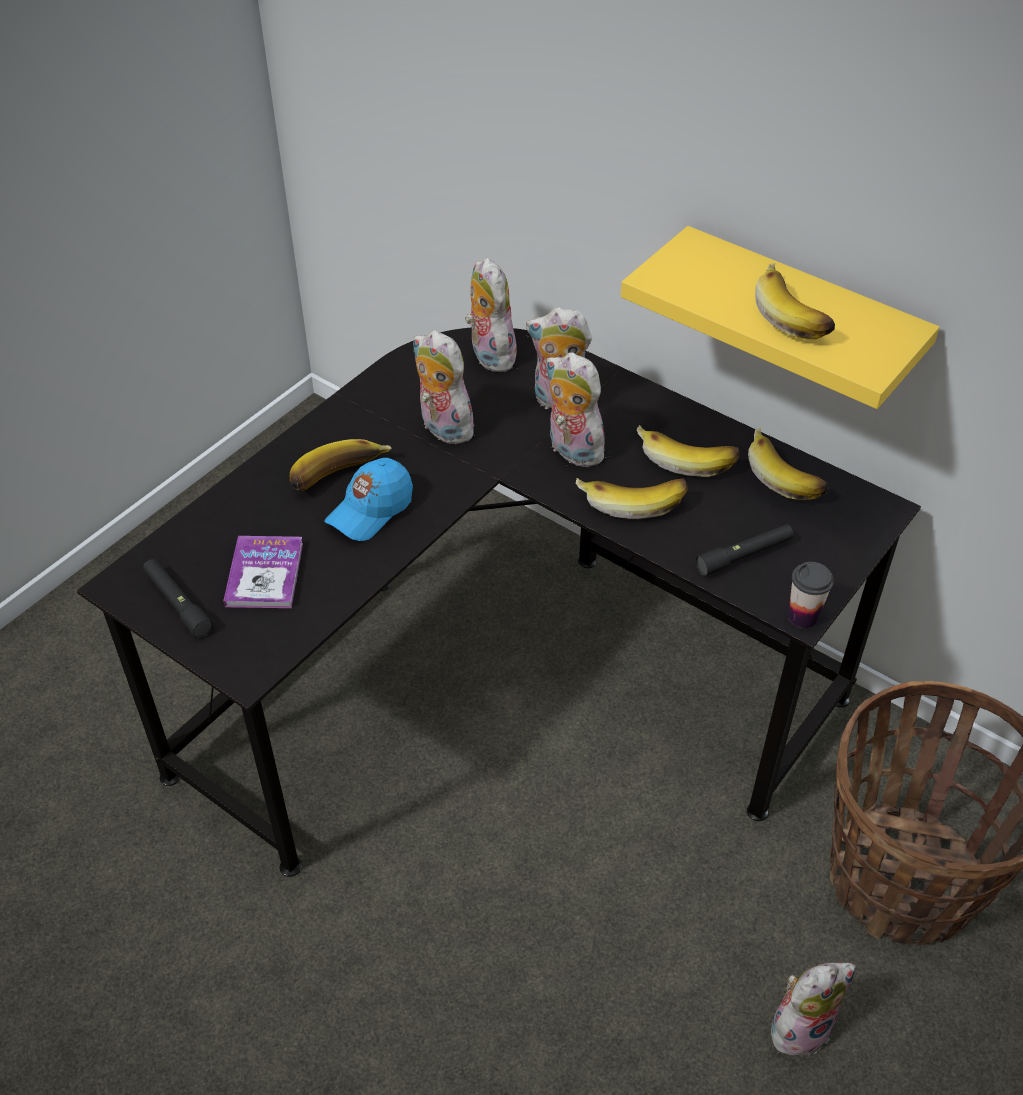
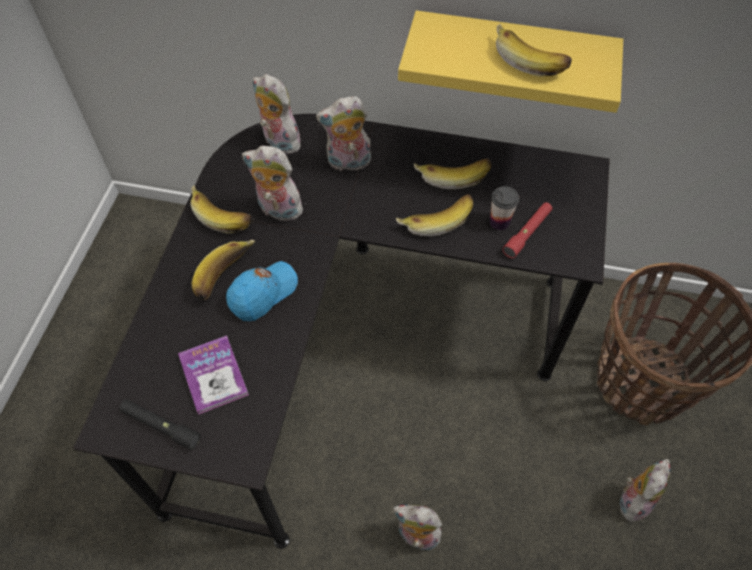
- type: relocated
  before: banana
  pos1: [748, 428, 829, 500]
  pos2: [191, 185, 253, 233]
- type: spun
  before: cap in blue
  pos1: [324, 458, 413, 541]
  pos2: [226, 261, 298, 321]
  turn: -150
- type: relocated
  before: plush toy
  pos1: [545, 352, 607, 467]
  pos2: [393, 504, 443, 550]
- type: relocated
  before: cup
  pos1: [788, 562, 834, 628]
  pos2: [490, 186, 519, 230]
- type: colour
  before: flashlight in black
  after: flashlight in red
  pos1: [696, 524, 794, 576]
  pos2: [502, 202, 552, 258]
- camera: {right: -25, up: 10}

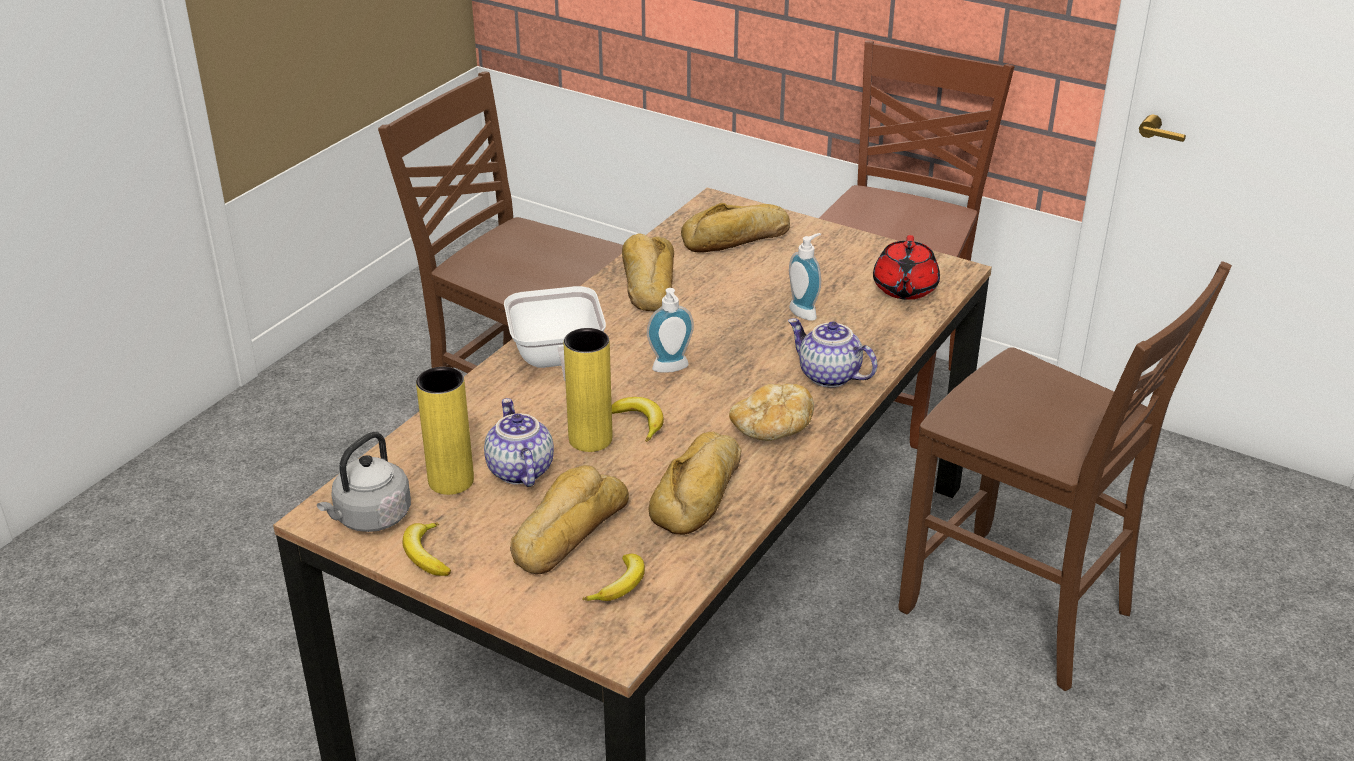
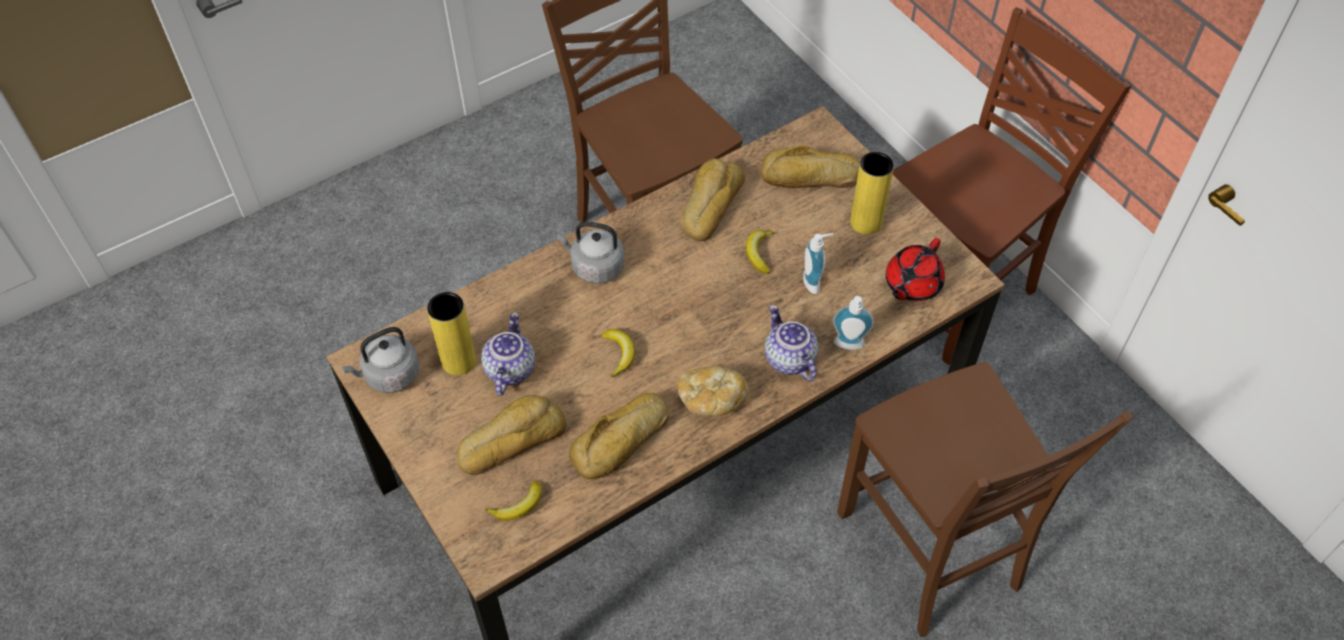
- type: exchanged
  before: frying pan
  after: kettle in grey
  pos1: [504, 286, 606, 382]
  pos2: [557, 222, 624, 284]
- type: relocated
  before: banana
  pos1: [403, 522, 451, 576]
  pos2: [746, 230, 775, 274]
- type: relocated
  before: soap dispenser
  pos1: [647, 288, 694, 373]
  pos2: [833, 296, 874, 350]
- type: relocated
  before: vase in yellow
  pos1: [564, 328, 612, 452]
  pos2: [850, 152, 894, 235]
- camera: {right: 25, up: 20}

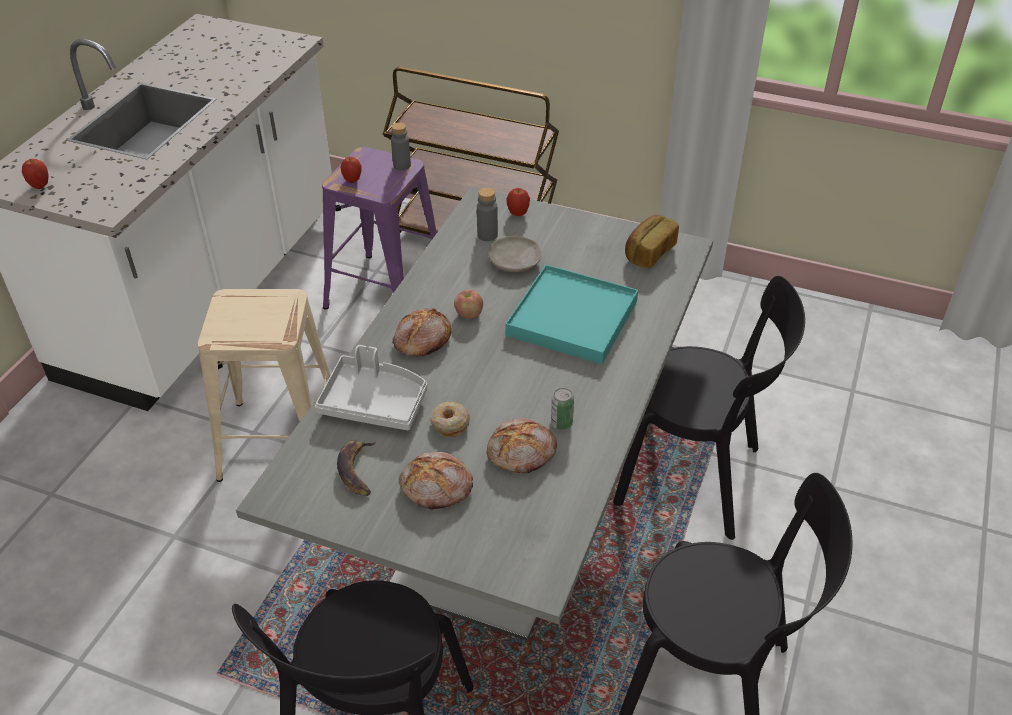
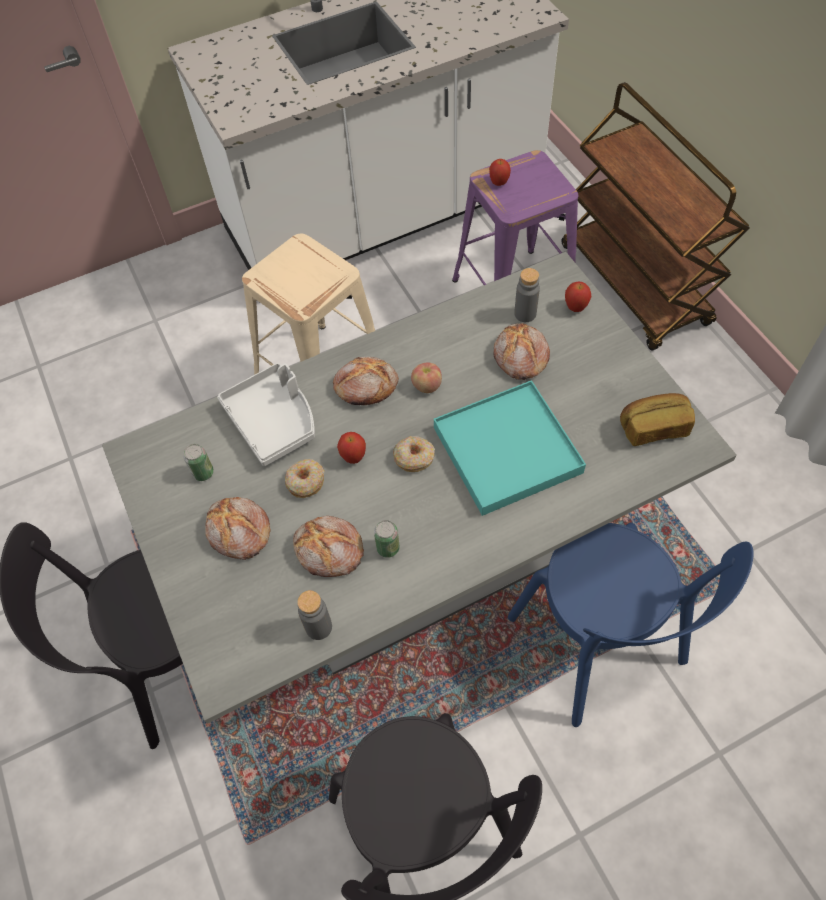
- type: exchanged
  before: banana
  after: can
  pos1: [337, 440, 376, 496]
  pos2: [183, 444, 214, 481]
- type: relocated
  before: bottle in grey
  pos1: [391, 122, 411, 170]
  pos2: [297, 590, 332, 640]
- type: relocated
  before: apple
  pos1: [22, 159, 48, 189]
  pos2: [337, 432, 366, 464]
- type: appeared
  after: donut
  pos2: [393, 436, 435, 472]
- type: exchanged
  before: plate in beige
  after: bread
  pos1: [488, 236, 542, 272]
  pos2: [493, 323, 550, 380]
- type: colour
  before: chair in black
  after: chair in blue
  pos1: [613, 276, 805, 540]
  pos2: [508, 522, 753, 727]
- camera: {right: 45, up: 15}

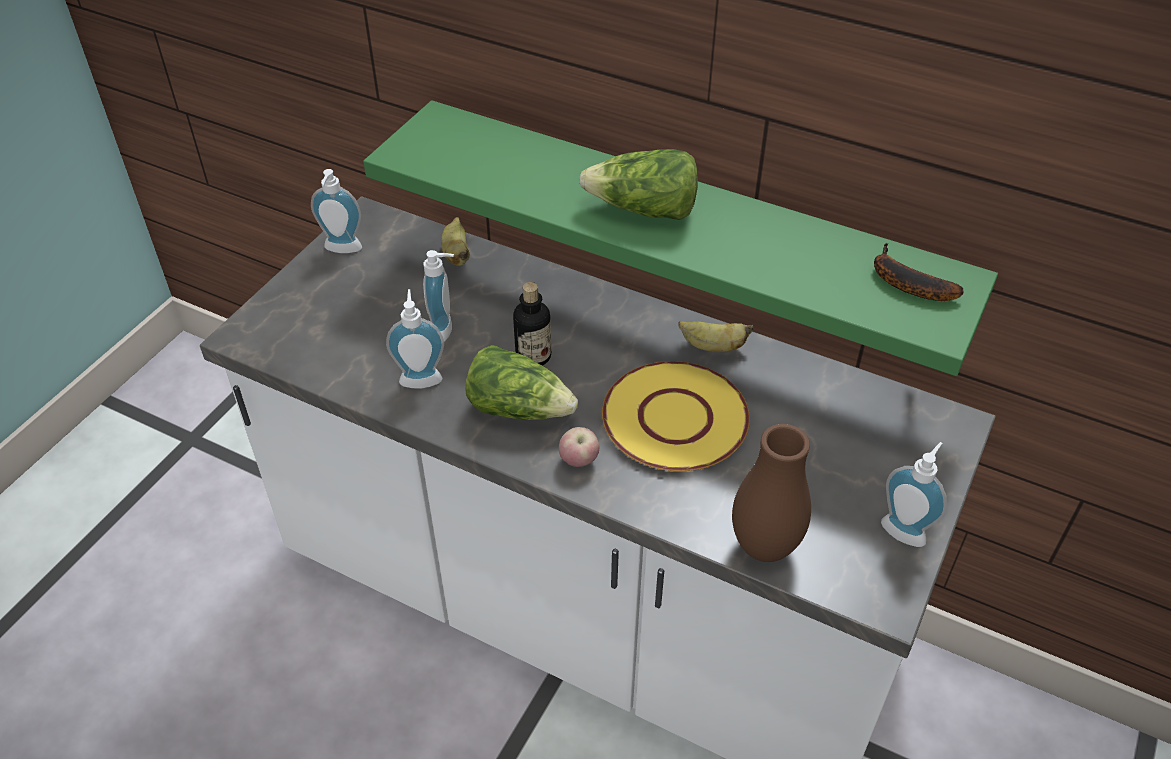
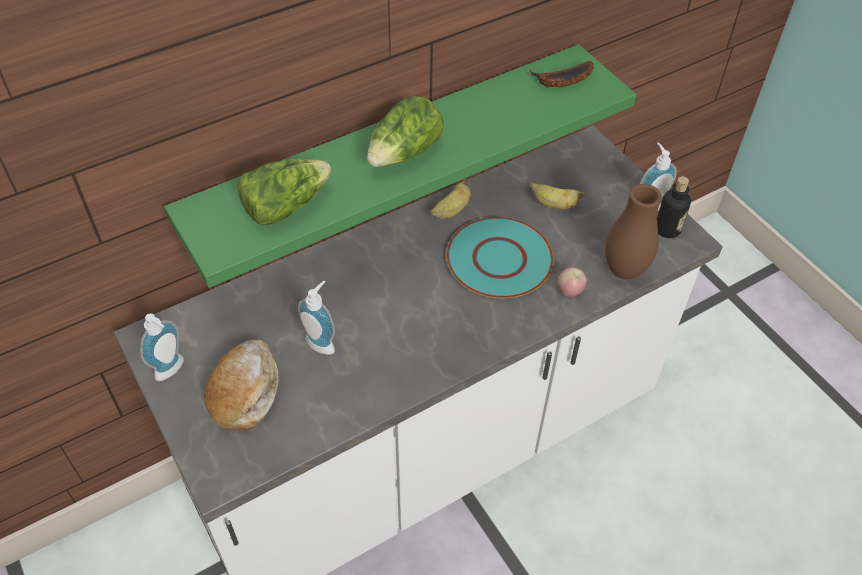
- type: appeared
  after: bread
  pos2: [204, 340, 279, 431]
- type: relocated
  before: lettuce
  pos1: [465, 345, 578, 420]
  pos2: [237, 159, 331, 225]
- type: colour
  before: plate in yellow
  after: plate in turquoise
  pos1: [602, 361, 750, 471]
  pos2: [446, 217, 554, 299]
- type: relocated
  before: banana
  pos1: [441, 217, 470, 266]
  pos2: [531, 183, 585, 209]
- type: relocated
  before: apple
  pos1: [559, 427, 599, 467]
  pos2: [557, 267, 587, 297]
- type: relocated
  before: bottle
  pos1: [513, 282, 551, 366]
  pos2: [657, 176, 691, 238]
- type: missing
  before: soap dispenser
  pos1: [386, 289, 444, 389]
- camera: {right: -60, up: 5}

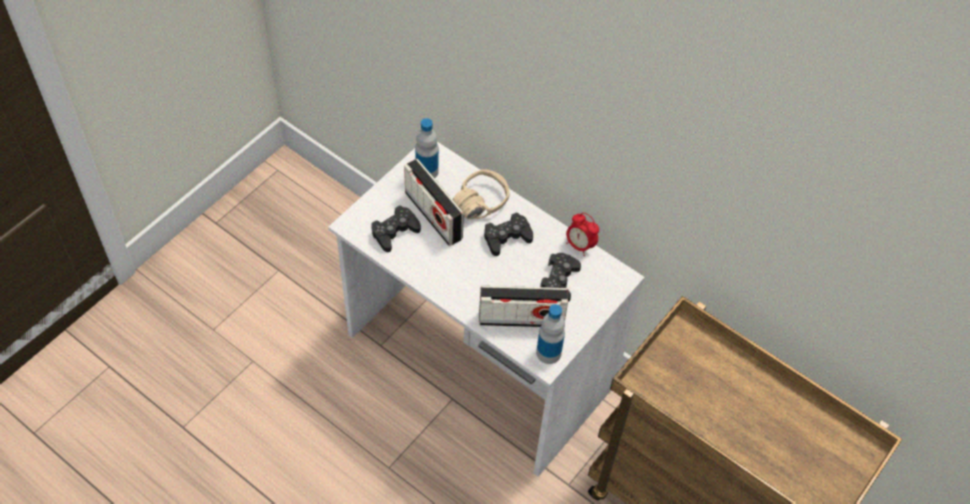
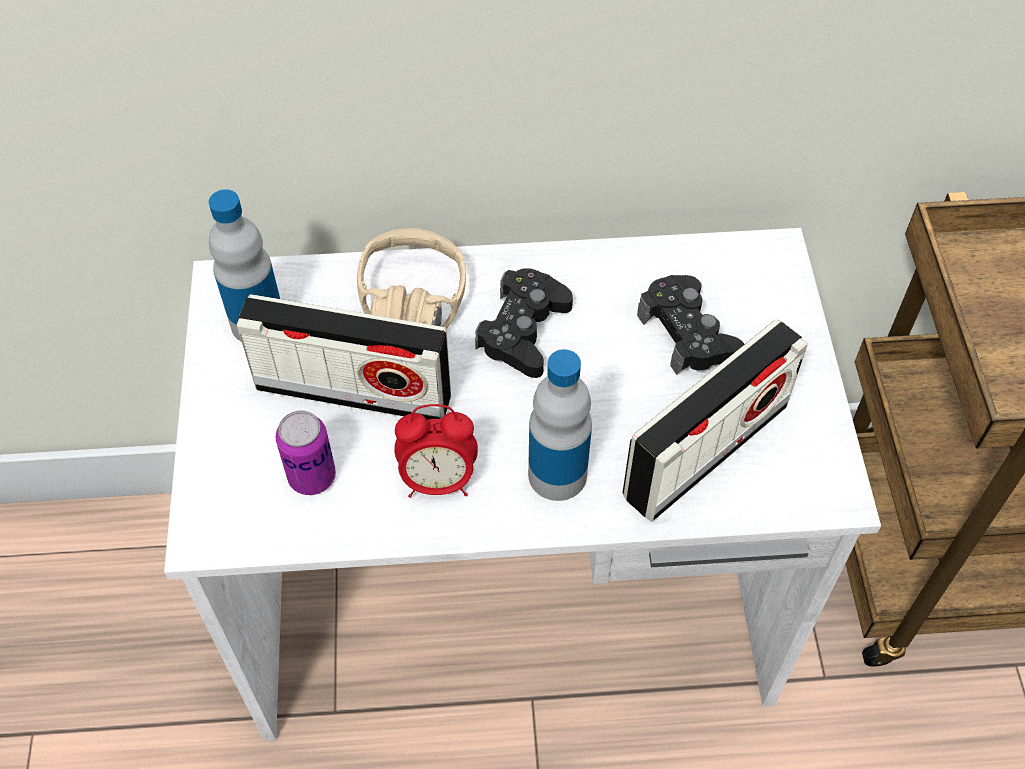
- type: exchanged
  before: game controller in black
  after: can
  pos1: [371, 206, 421, 252]
  pos2: [276, 411, 336, 495]
- type: relocated
  before: alarm clock
  pos1: [566, 213, 599, 256]
  pos2: [394, 404, 478, 498]
- type: relocated
  before: bottle
  pos1: [536, 304, 565, 364]
  pos2: [528, 349, 592, 501]
- camera: {right: -40, up: 0}

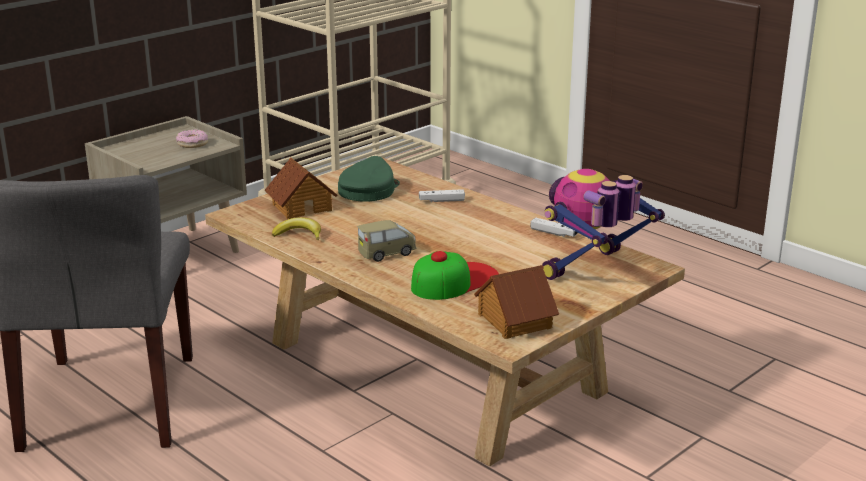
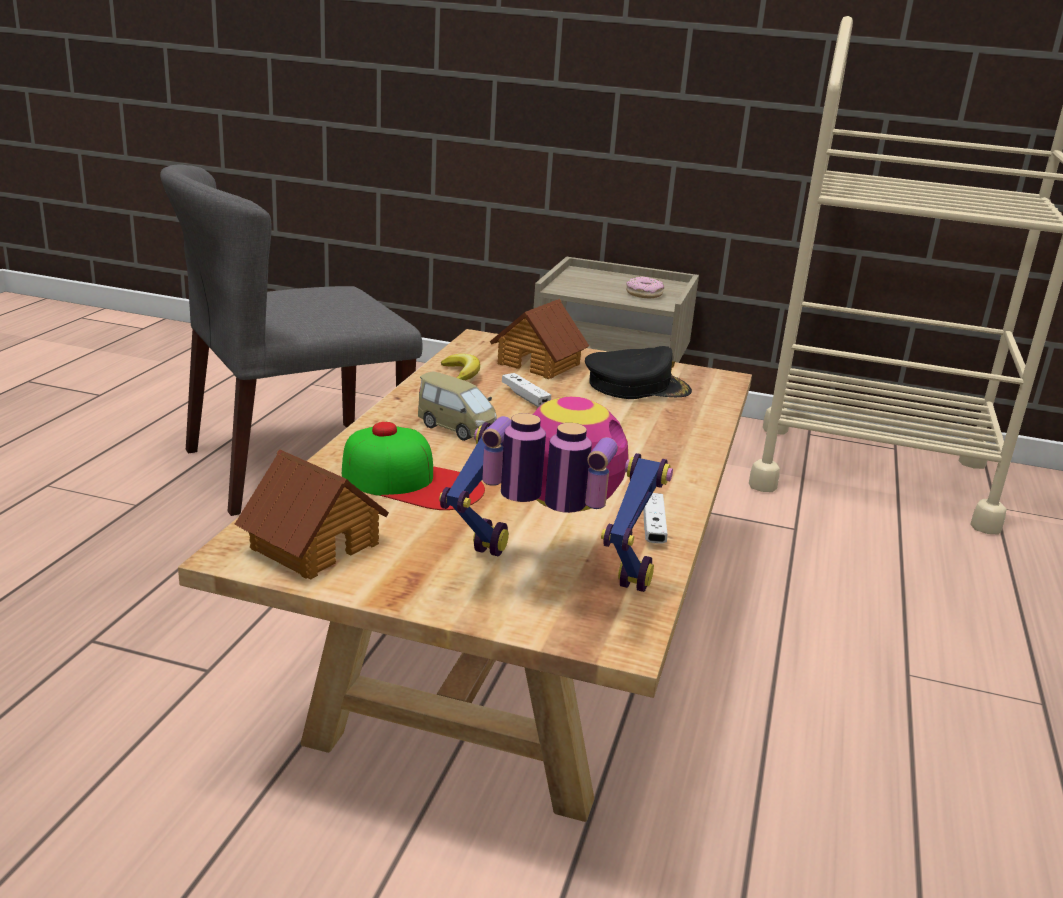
- type: relocated
  before: game controller in white
  pos1: [419, 189, 465, 202]
  pos2: [502, 373, 551, 408]
- type: colour
  before: cap in green
  after: cap in black
  pos1: [338, 156, 400, 202]
  pos2: [585, 346, 692, 399]
- camera: {right: 60, up: 0}

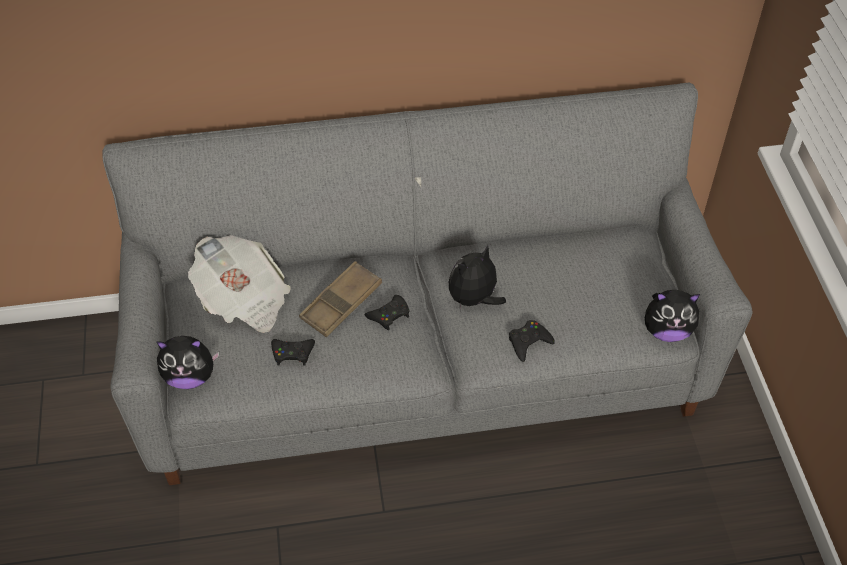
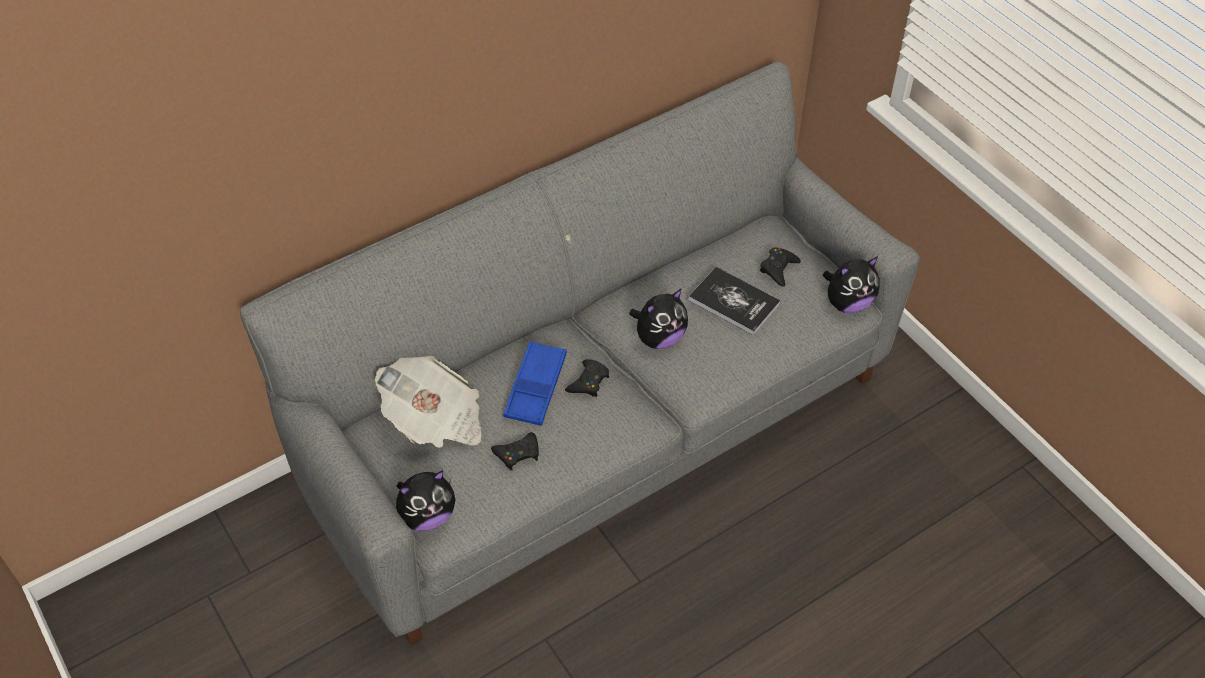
- type: colour
  before: tray in brown
  after: tray in blue
  pos1: [299, 261, 382, 337]
  pos2: [504, 341, 567, 426]
- type: spun
  before: plush toy
  pos1: [449, 245, 506, 310]
  pos2: [629, 288, 688, 349]
  turn: -150
- type: appeared
  after: book
  pos2: [689, 267, 780, 335]
- type: relocated
  before: game controller in black
  pos1: [509, 320, 555, 362]
  pos2: [760, 248, 801, 287]
- camera: {right: -25, up: 0}

